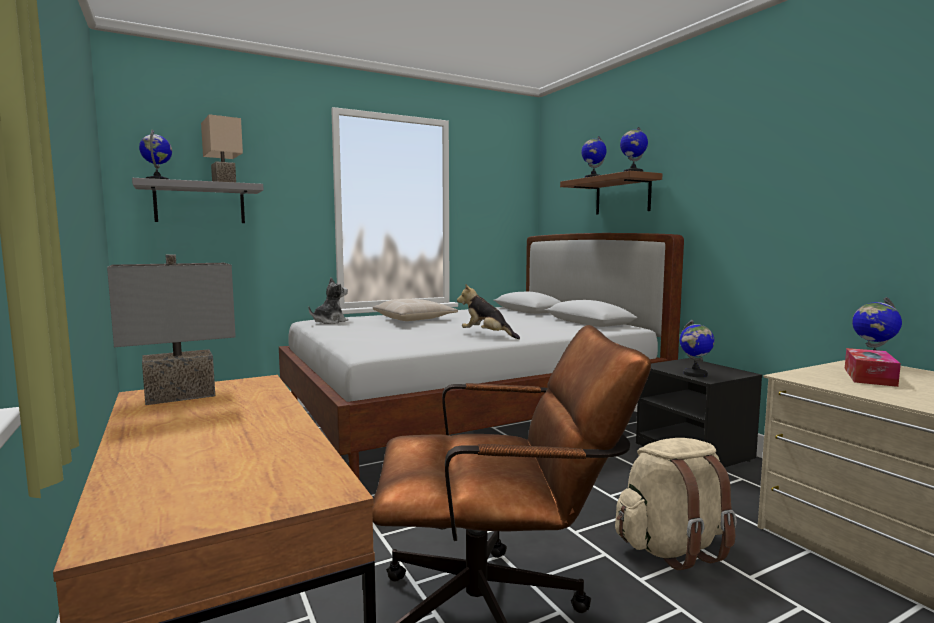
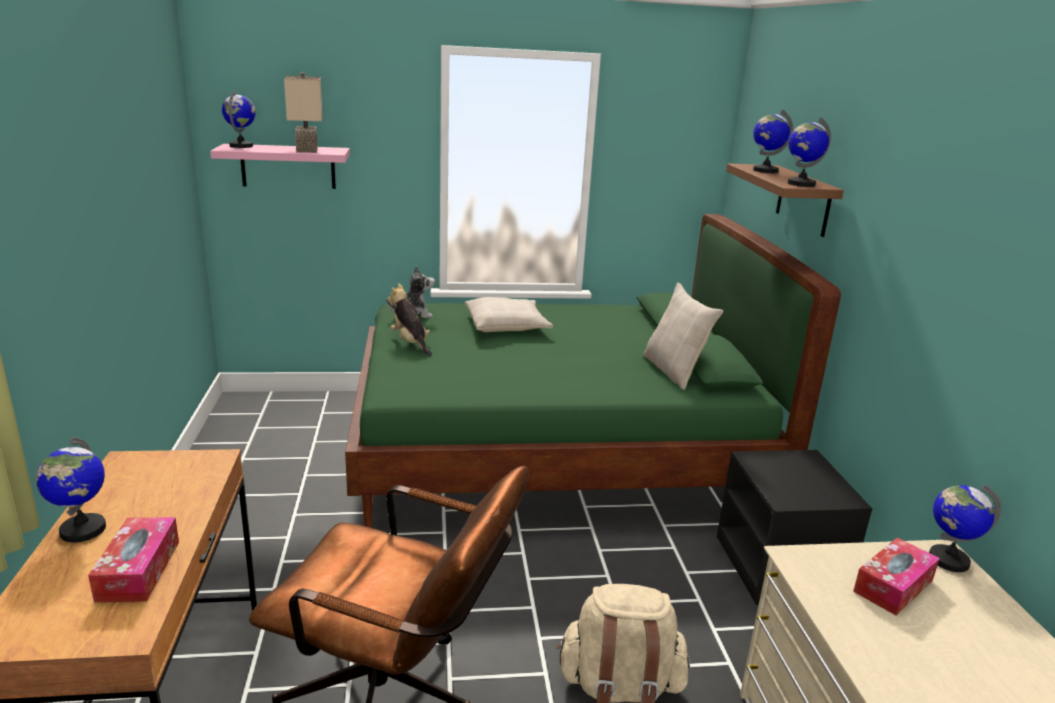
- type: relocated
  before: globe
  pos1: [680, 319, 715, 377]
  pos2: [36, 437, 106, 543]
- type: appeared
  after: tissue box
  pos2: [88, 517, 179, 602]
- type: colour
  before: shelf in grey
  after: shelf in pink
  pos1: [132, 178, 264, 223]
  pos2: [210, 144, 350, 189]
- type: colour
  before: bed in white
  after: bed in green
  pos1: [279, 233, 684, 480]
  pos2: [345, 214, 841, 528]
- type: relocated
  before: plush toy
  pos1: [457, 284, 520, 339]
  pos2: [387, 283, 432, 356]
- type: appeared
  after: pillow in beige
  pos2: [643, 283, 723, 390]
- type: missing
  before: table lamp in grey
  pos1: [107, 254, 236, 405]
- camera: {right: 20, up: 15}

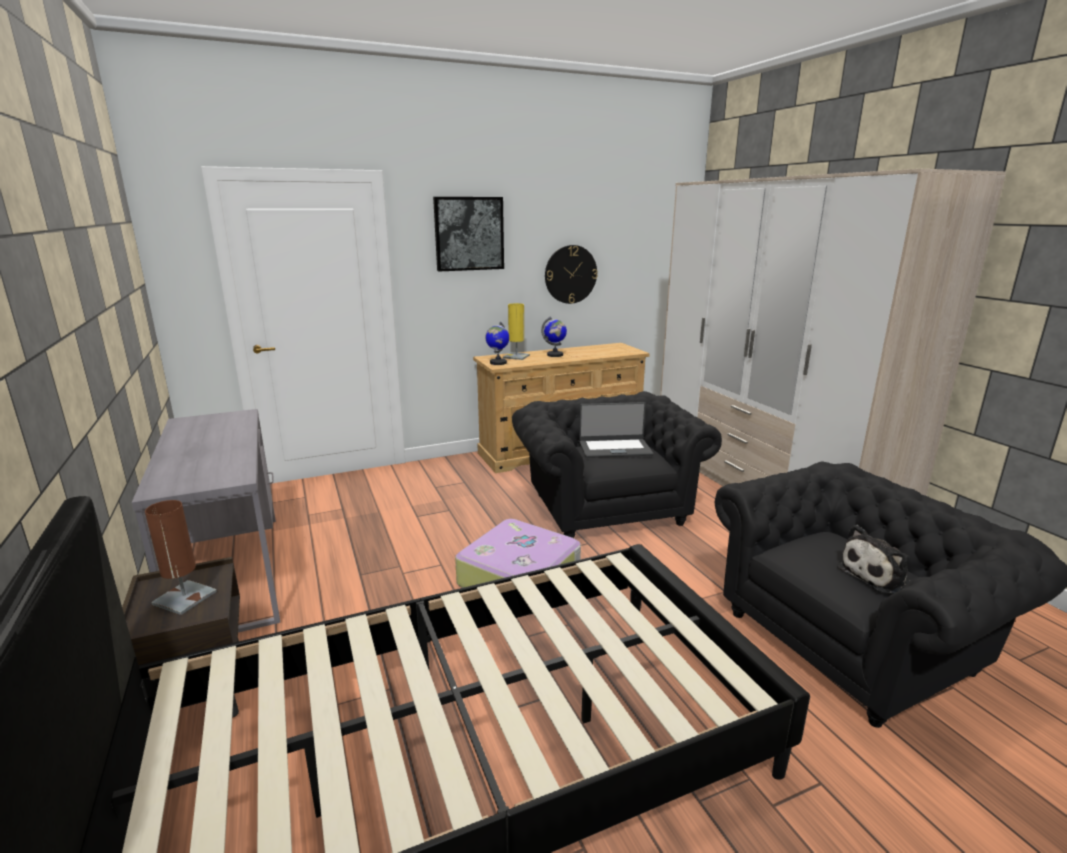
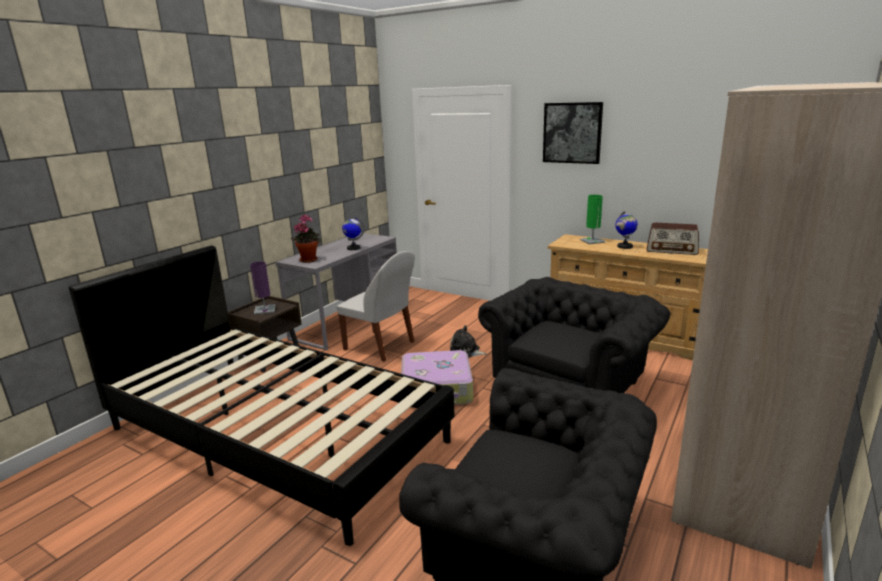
- type: colour
  before: table lamp in brown
  after: table lamp in purple
  pos1: [145, 500, 217, 615]
  pos2: [250, 262, 276, 315]
- type: appeared
  after: potted plant
  pos2: [291, 214, 321, 263]
- type: appeared
  after: chair in white
  pos2: [337, 251, 415, 362]
- type: relocated
  before: globe
  pos1: [485, 322, 509, 365]
  pos2: [342, 216, 365, 250]
- type: relocated
  before: plush toy
  pos1: [837, 525, 910, 594]
  pos2: [450, 325, 487, 358]
- type: colour
  before: table lamp in yellow
  after: table lamp in green
  pos1: [503, 303, 530, 360]
  pos2: [580, 195, 606, 244]
- type: appeared
  after: radio
  pos2: [647, 222, 699, 255]
- type: missing
  before: wall clock
  pos1: [545, 245, 598, 304]
- type: missing
  before: laptop
  pos1: [579, 402, 653, 458]
- camera: {right: 55, up: 0}

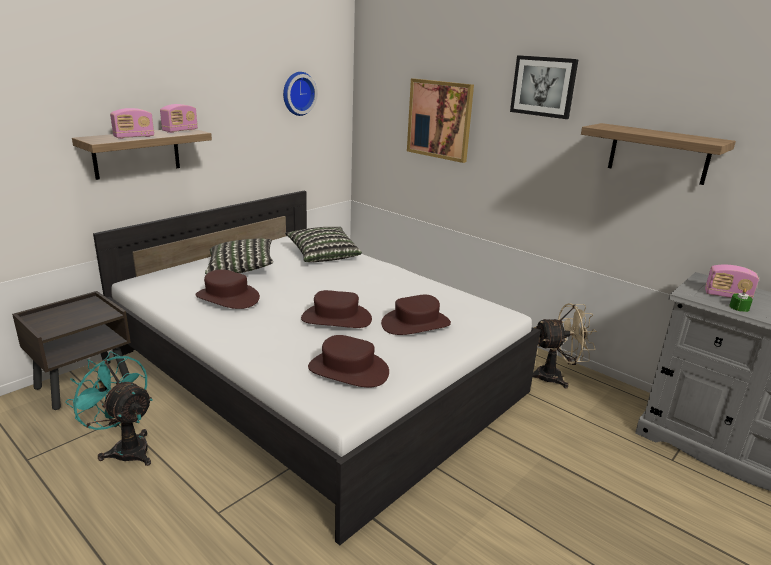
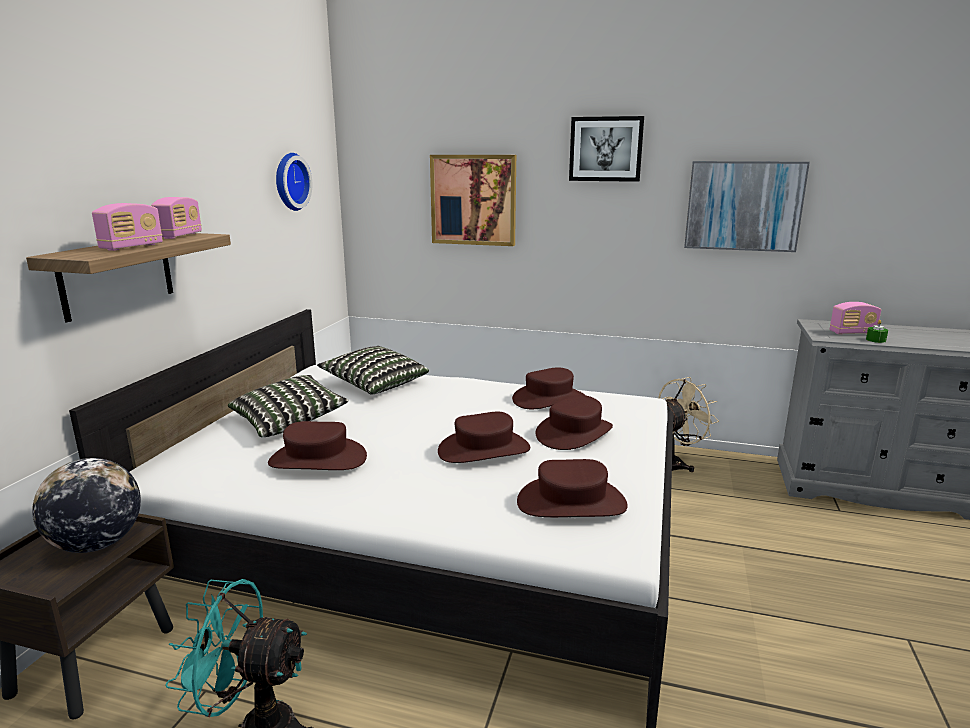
- type: appeared
  after: globe
  pos2: [32, 458, 141, 553]
- type: appeared
  after: hat in brown
  pos2: [512, 368, 586, 409]
- type: exchanged
  before: shelf
  after: picture
  pos1: [581, 123, 736, 185]
  pos2: [684, 161, 810, 252]
- camera: {right: -25, up: -5}

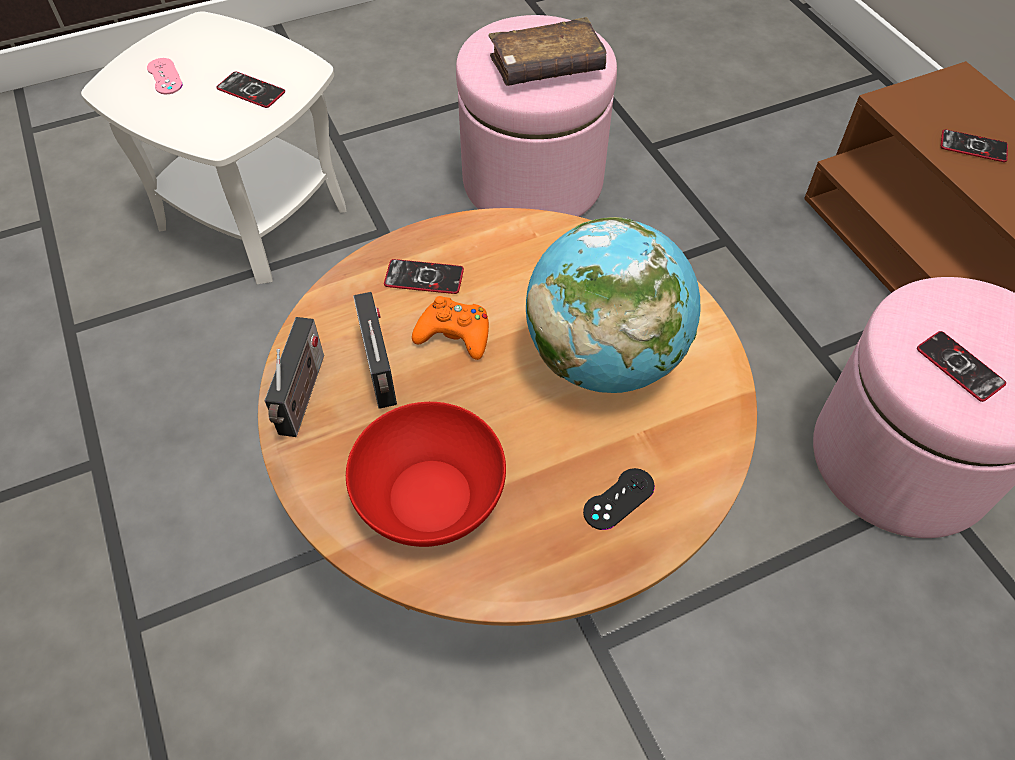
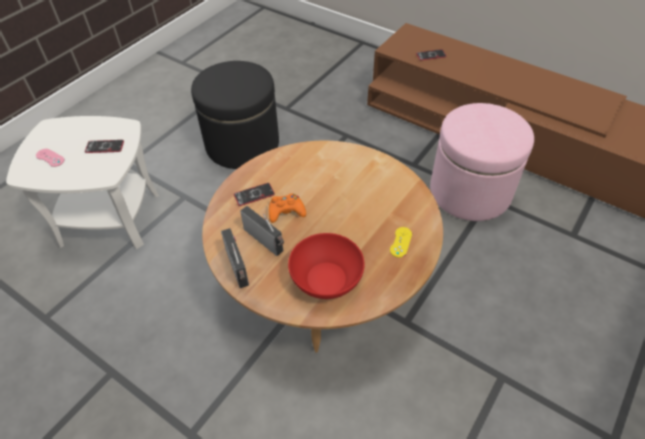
- type: colour
  before: ottoman in pink
  after: ottoman in black
  pos1: [456, 15, 617, 217]
  pos2: [191, 61, 279, 169]
- type: colour
  before: game controller in black
  after: game controller in yellow
  pos1: [583, 468, 655, 530]
  pos2: [390, 227, 412, 258]
- type: missing
  before: book in brown
  pos1: [488, 17, 606, 86]
- type: missing
  before: globe
  pos1: [526, 217, 700, 393]
- type: missing
  before: phone
  pos1: [917, 331, 1006, 402]
- camera: {right: -30, up: -5}

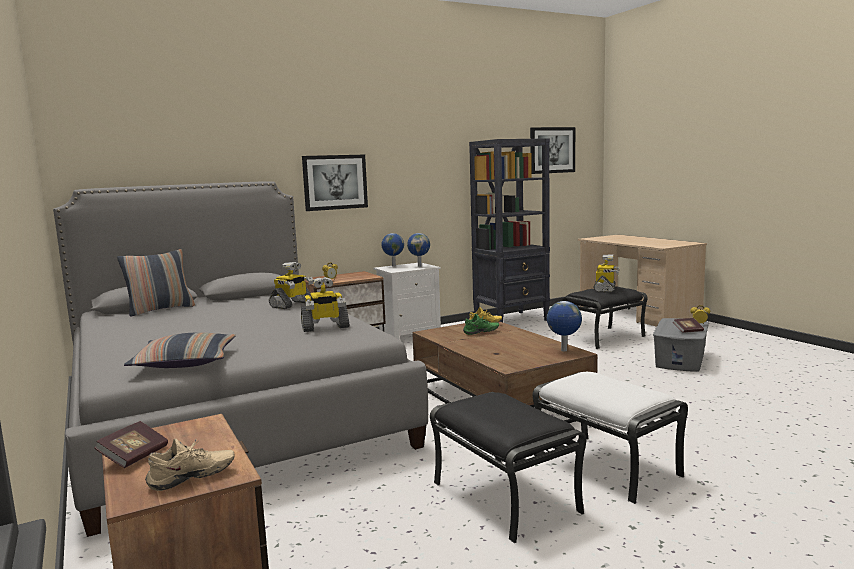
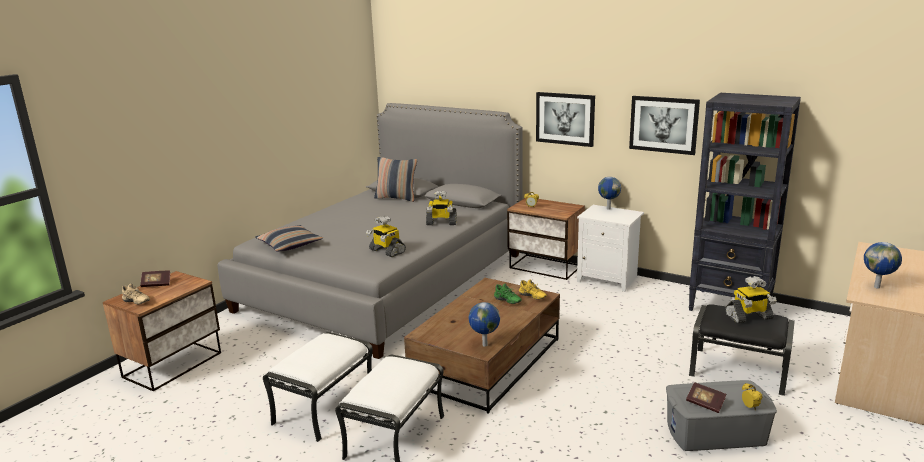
- type: colour
  before: ottoman in black
  after: ottoman in white
  pos1: [430, 392, 587, 543]
  pos2: [263, 332, 373, 442]
- type: relocated
  before: picture
  pos1: [530, 127, 575, 174]
  pos2: [629, 96, 700, 155]
- type: relocated
  before: globe
  pos1: [407, 233, 430, 267]
  pos2: [864, 242, 902, 289]
- camera: {right: 60, up: 10}

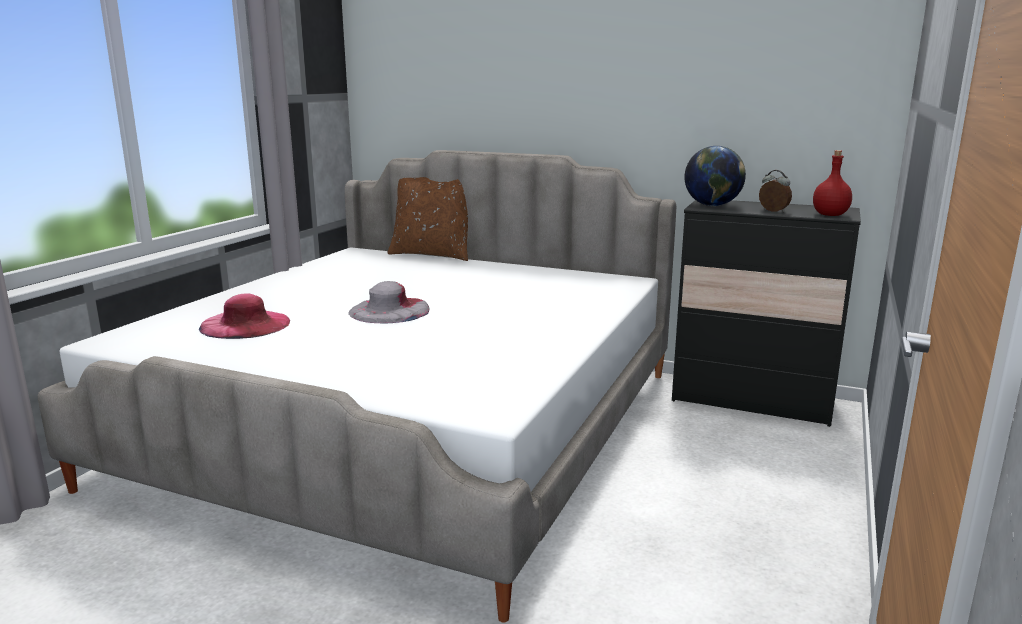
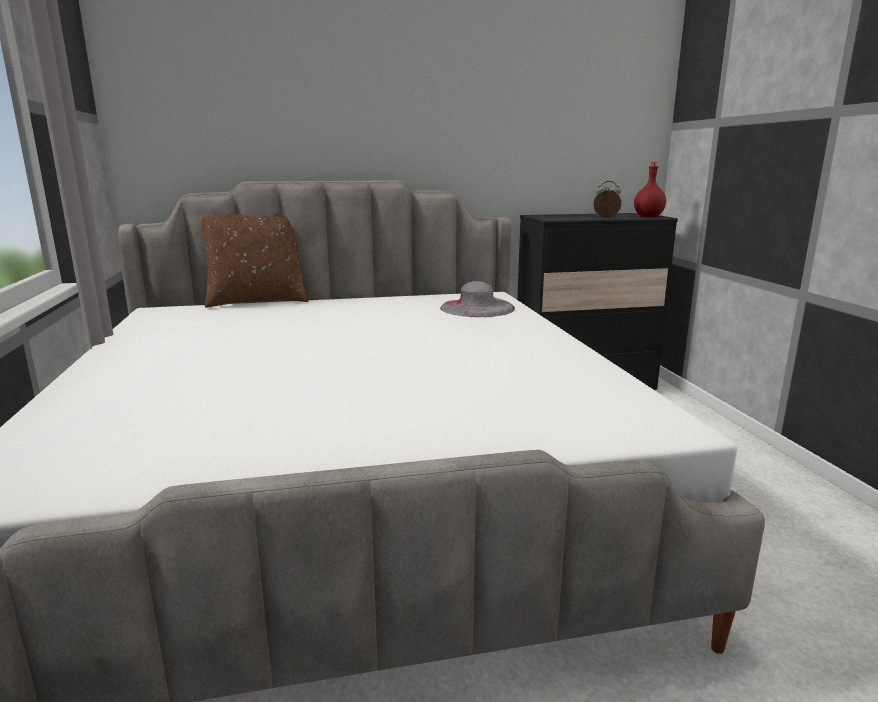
- type: relocated
  before: hat in grey
  pos1: [348, 281, 430, 323]
  pos2: [440, 281, 515, 317]
- type: missing
  before: hat in pink
  pos1: [199, 294, 290, 339]
- type: missing
  before: globe
  pos1: [685, 146, 746, 206]
- camera: {right: -35, up: 0}

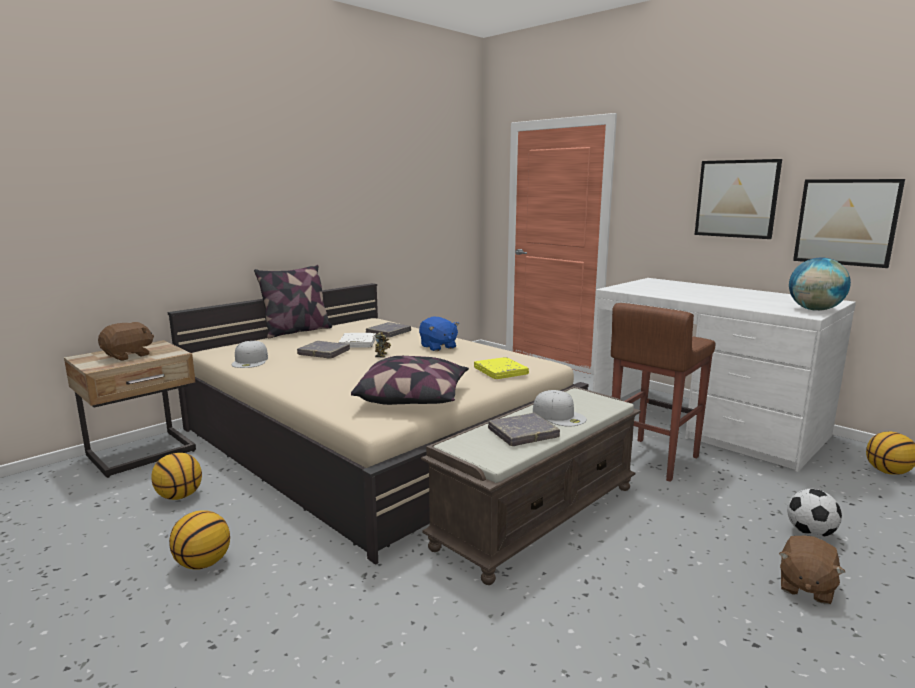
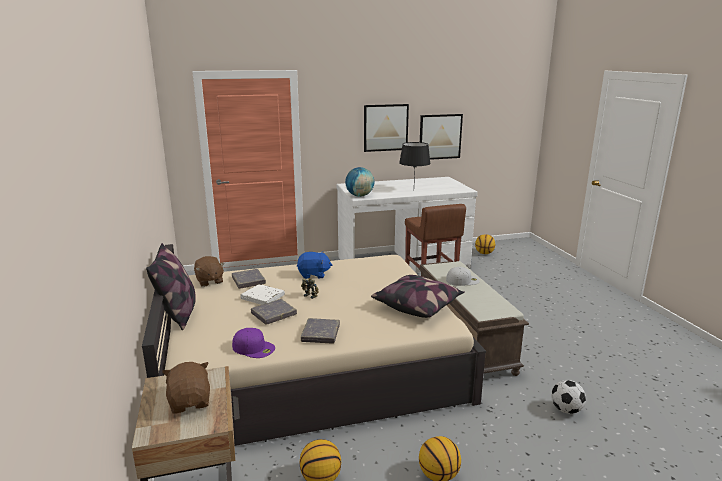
- type: relocated
  before: plush toy in brown
  pos1: [779, 536, 845, 604]
  pos2: [194, 256, 224, 287]
- type: colour
  before: cap in white
  after: cap in purple
  pos1: [232, 341, 268, 368]
  pos2: [232, 328, 275, 358]
- type: relocated
  before: book in grey
  pos1: [488, 413, 560, 446]
  pos2: [301, 318, 340, 344]
- type: relocated
  before: globe
  pos1: [789, 257, 851, 311]
  pos2: [345, 167, 374, 197]
- type: appeared
  after: table lamp in black
  pos2: [399, 142, 431, 179]
- type: relocated
  before: football
  pos1: [787, 489, 842, 537]
  pos2: [551, 380, 586, 414]
- type: missing
  before: book in yellow
  pos1: [474, 357, 529, 379]
- camera: {right: -60, up: 5}

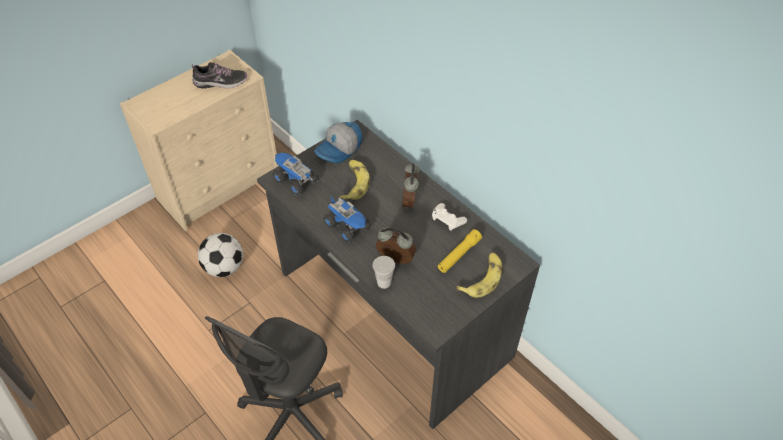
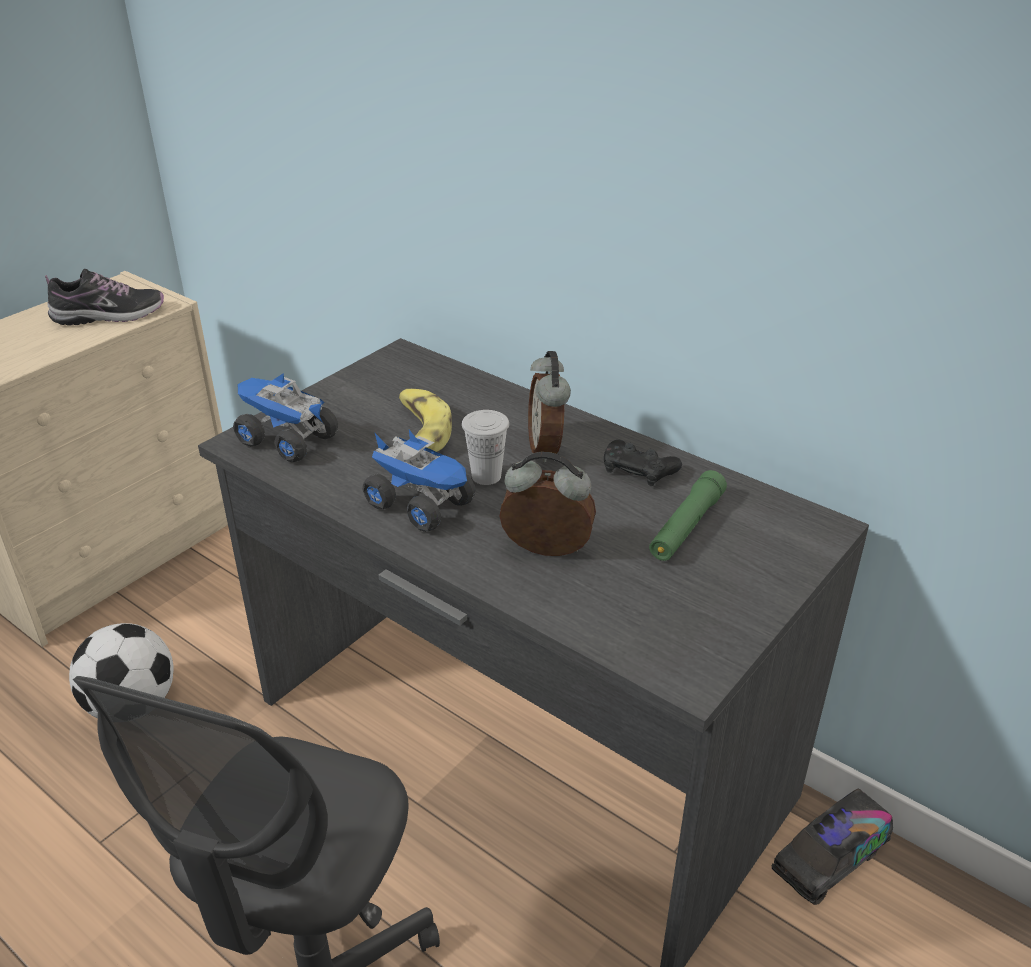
- type: relocated
  before: cup in white
  pos1: [372, 256, 395, 289]
  pos2: [462, 410, 509, 485]
- type: colour
  before: game controller in white
  after: game controller in black
  pos1: [432, 203, 467, 231]
  pos2: [604, 440, 682, 486]
- type: colour
  before: flashlight in yellow
  after: flashlight in green
  pos1: [438, 229, 482, 273]
  pos2: [649, 470, 727, 561]
- type: appeared
  after: toy truck
  pos2: [772, 789, 893, 905]
- type: missing
  before: cap
  pos1: [314, 122, 363, 163]
- type: missing
  before: banana
  pos1: [456, 253, 502, 298]
- camera: {right: -10, up: -15}

